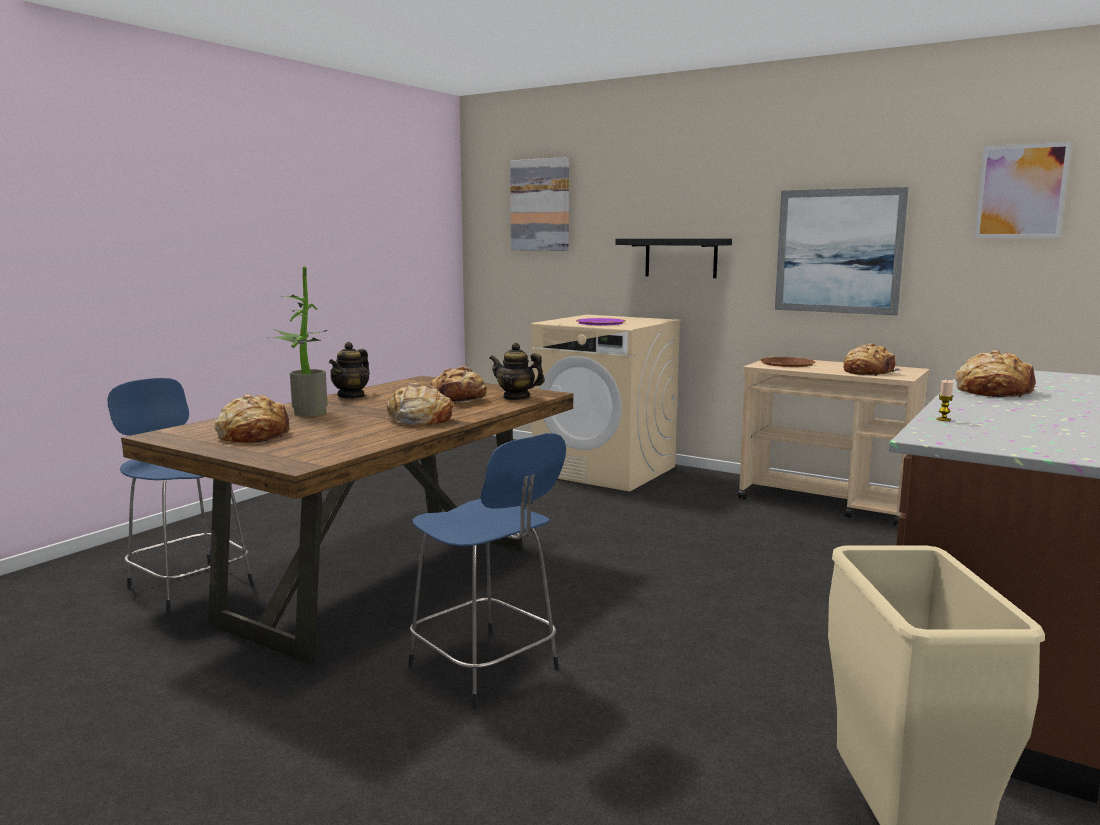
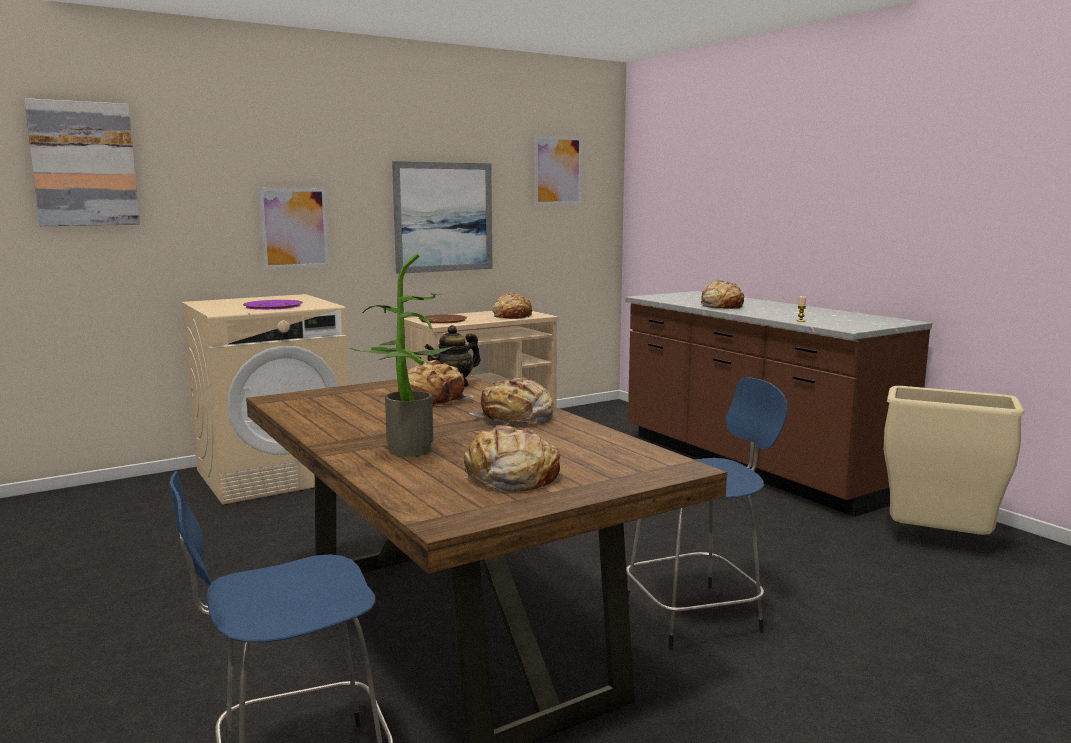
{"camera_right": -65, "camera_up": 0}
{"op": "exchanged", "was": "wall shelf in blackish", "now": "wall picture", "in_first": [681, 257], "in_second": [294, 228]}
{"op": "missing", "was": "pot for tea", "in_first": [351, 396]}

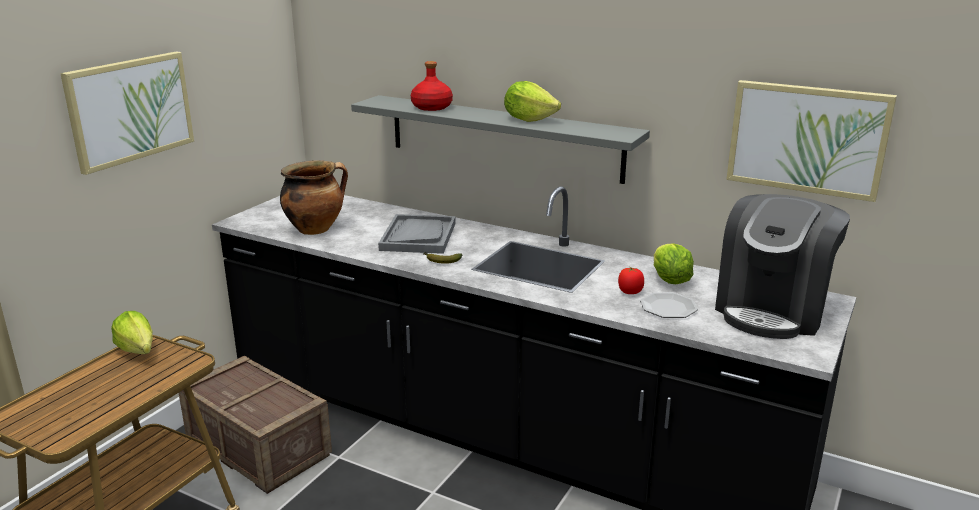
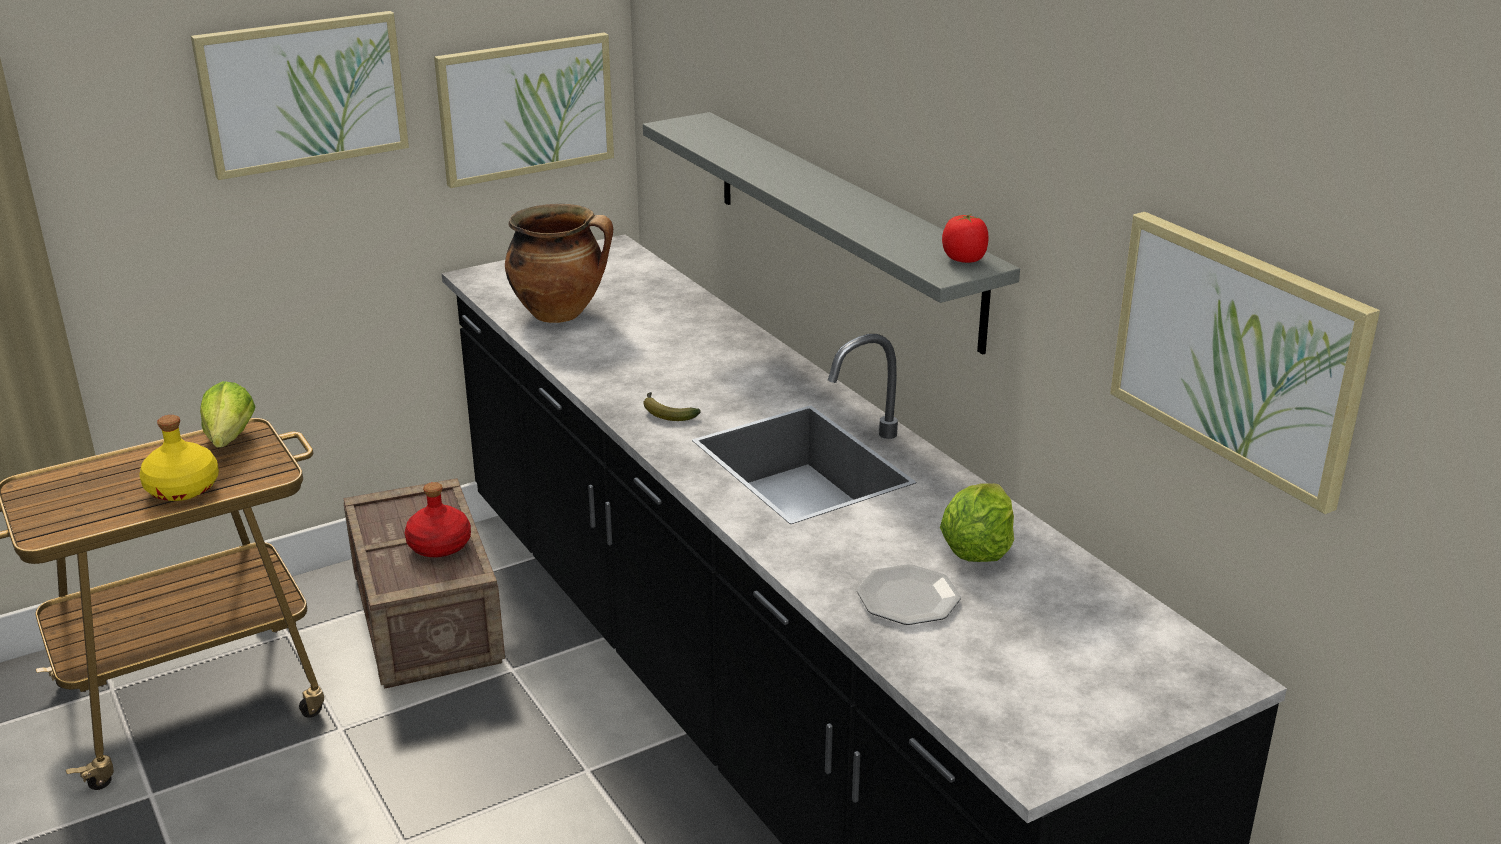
{"camera_right": 30, "camera_up": 5}
{"op": "relocated", "was": "beverage bottle in red", "in_first": [431, 107], "in_second": [438, 546]}
{"op": "missing", "was": "lettuce head", "in_first": [529, 119]}
{"op": "missing", "was": "coffee maker", "in_first": [772, 310]}
{"op": "missing", "was": "tray in gray", "in_first": [418, 236]}
{"op": "relocated", "was": "whole tomato", "in_first": [630, 292], "in_second": [964, 259]}
{"op": "appeared", "now": "wall picture", "in_second": [525, 108]}
{"op": "appeared", "now": "beverage bottle in yellow", "in_second": [182, 489]}

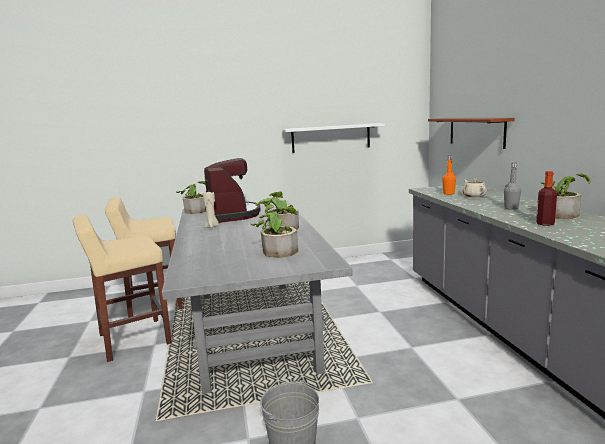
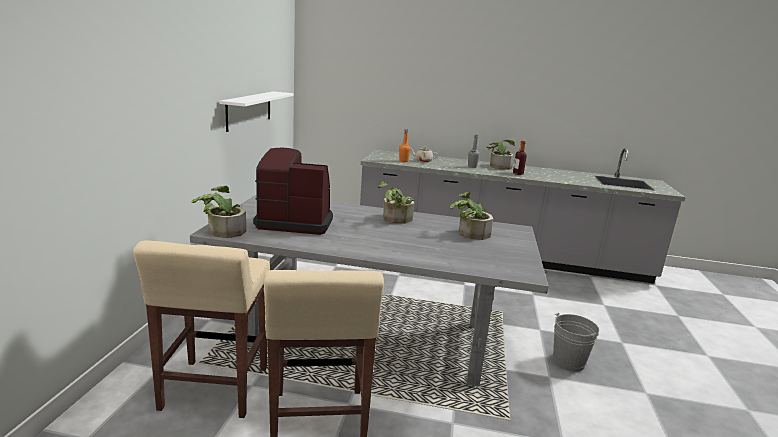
{"camera_right": -70, "camera_up": 5}
{"op": "missing", "was": "wall shelf in brown", "in_first": [476, 131]}
{"op": "missing", "was": "wax light in beige-coloured", "in_first": [212, 227]}

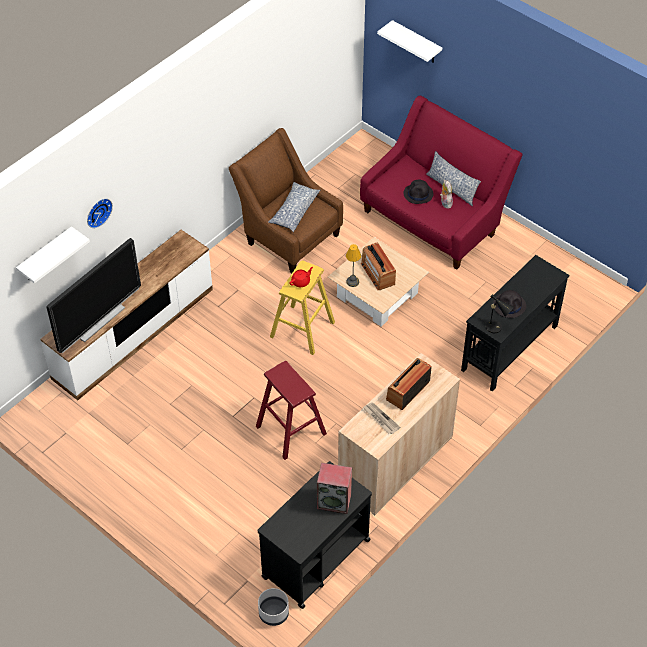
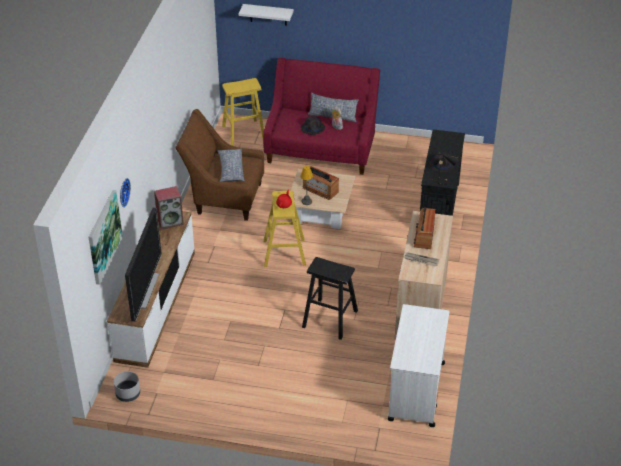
{"camera_right": -30, "camera_up": -10}
{"op": "exchanged", "was": "wall shelf in whitish", "now": "wall picture", "in_first": [46, 255], "in_second": [103, 236]}
{"op": "colour", "was": "stool in red", "now": "stool in blackish", "in_first": [291, 430], "in_second": [330, 319]}
{"op": "colour", "was": "trolley in blackish", "now": "trolley in whitish", "in_first": [315, 559], "in_second": [416, 392]}
{"op": "relocated", "was": "speaker", "in_first": [334, 501], "in_second": [170, 221]}
{"op": "relocated", "was": "flower pot in gray", "in_first": [274, 613], "in_second": [128, 394]}
{"op": "appeared", "now": "stool in yellow", "in_second": [243, 133]}

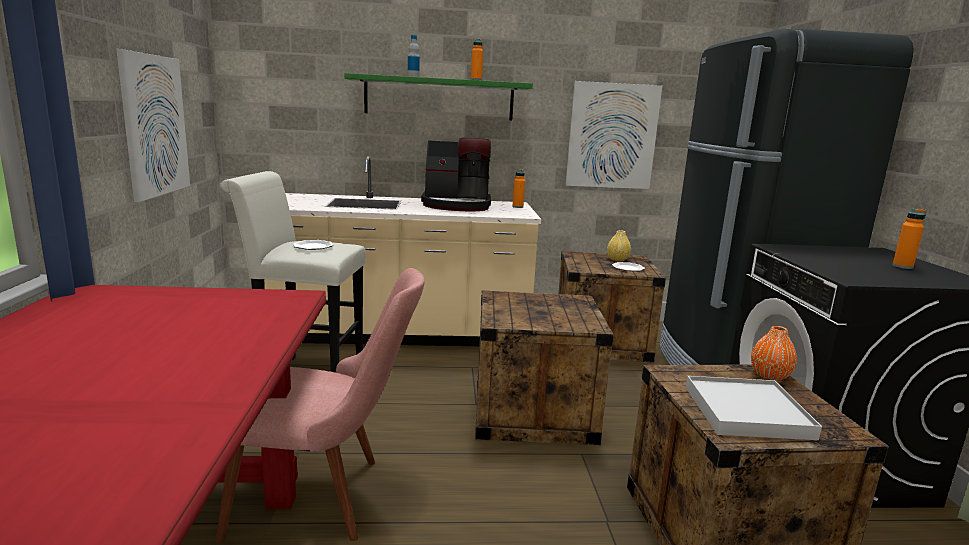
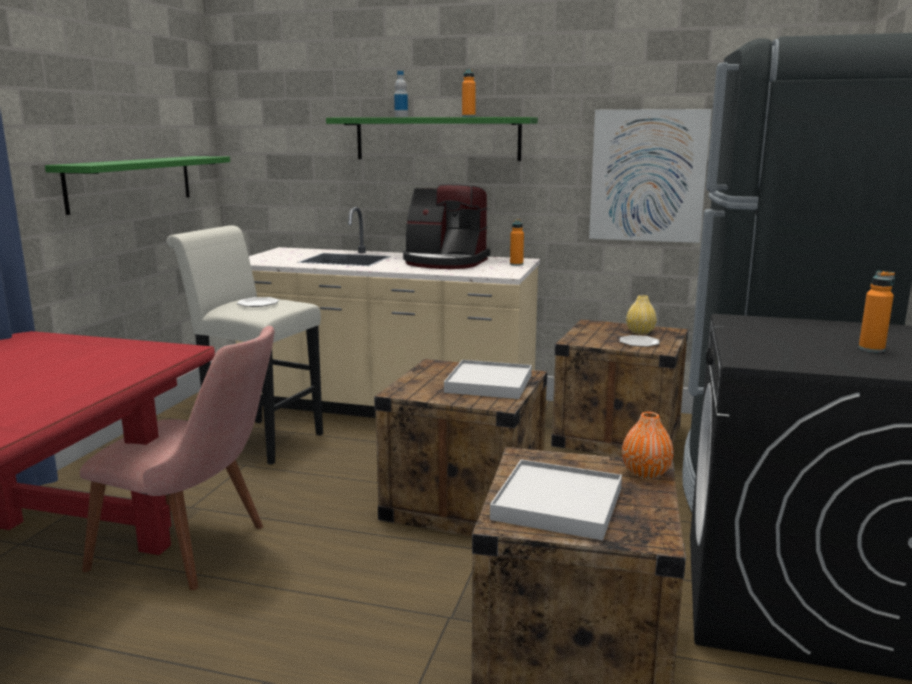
{"camera_right": 20, "camera_up": 0}
{"op": "exchanged", "was": "wall picture", "now": "wall shelf in greenish", "in_first": [155, 126], "in_second": [131, 182]}
{"op": "appeared", "now": "tray in whitish", "in_second": [488, 384]}

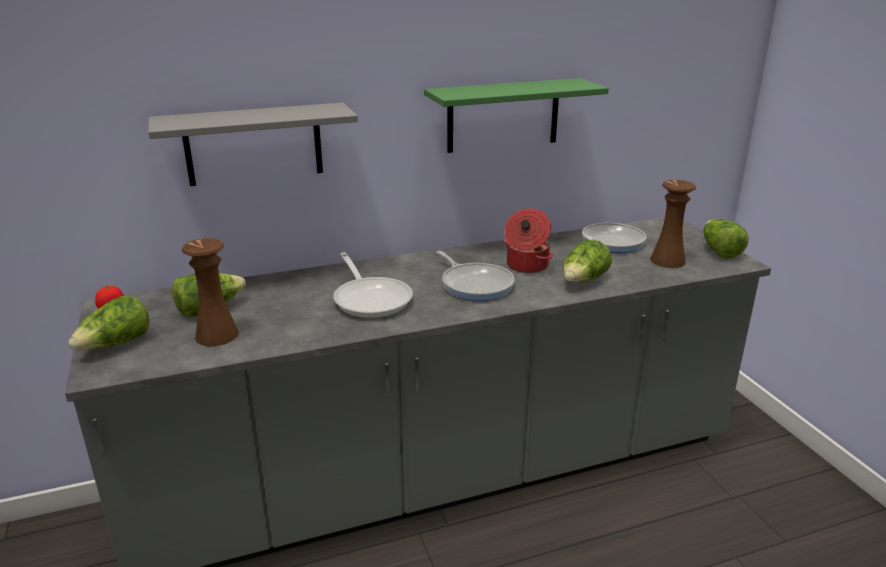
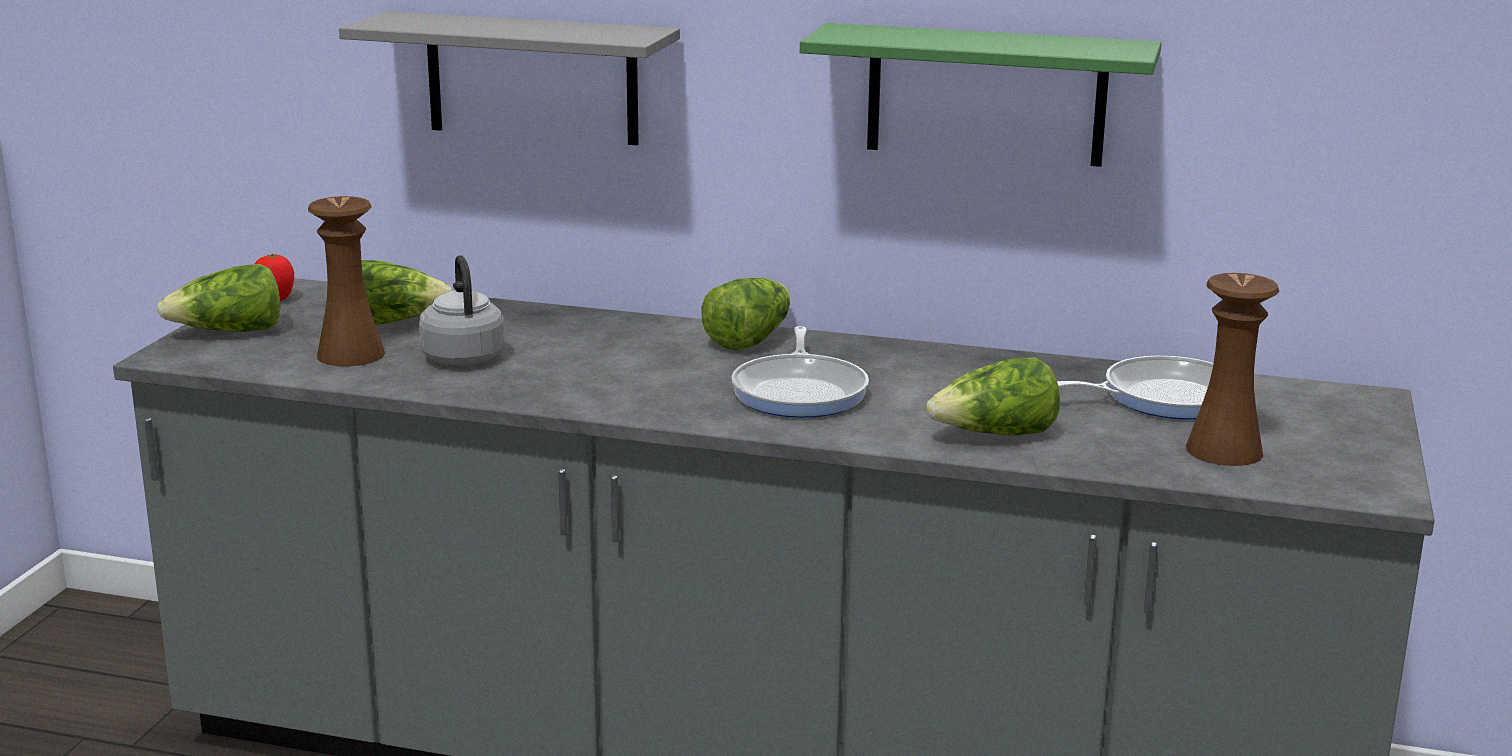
{"camera_right": 35, "camera_up": -5}
{"op": "missing", "was": "stockpot", "in_first": [526, 266]}
{"op": "relocated", "was": "lettuce head", "in_first": [719, 251], "in_second": [748, 339]}
{"op": "missing", "was": "frying pan", "in_first": [371, 299]}
{"op": "appeared", "now": "kettle in gray", "in_second": [462, 356]}

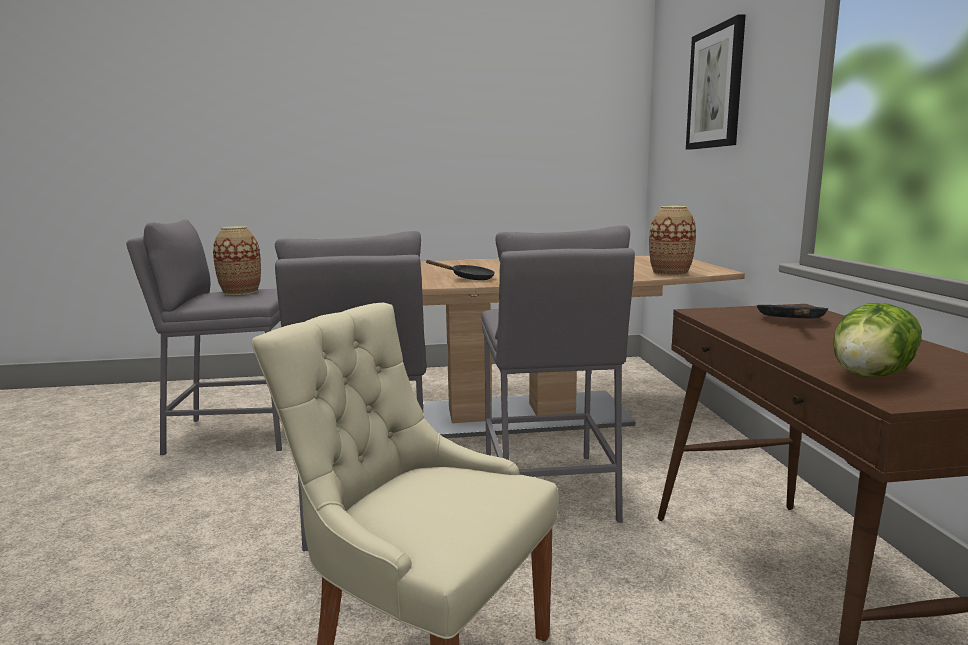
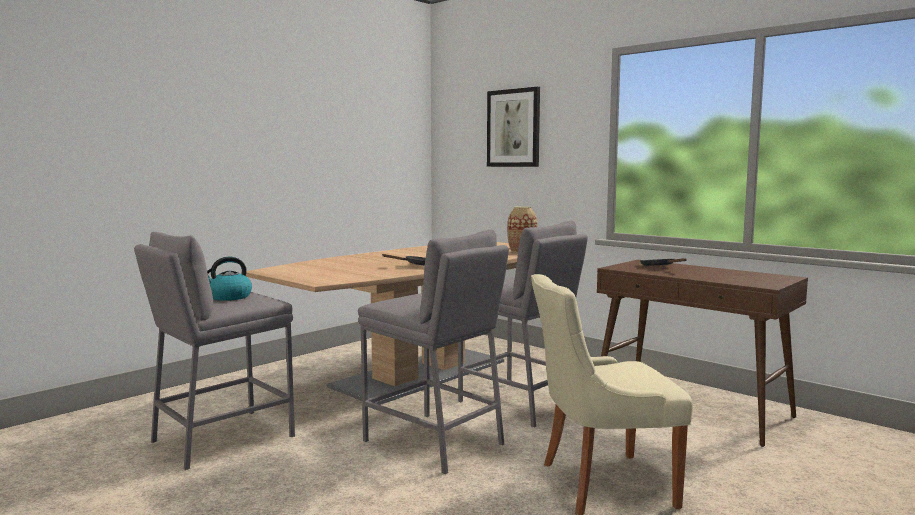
{"camera_right": -40, "camera_up": -5}
{"op": "exchanged", "was": "vase", "now": "kettle", "in_first": [240, 292], "in_second": [229, 297]}
{"op": "missing", "was": "lettuce head", "in_first": [872, 375]}

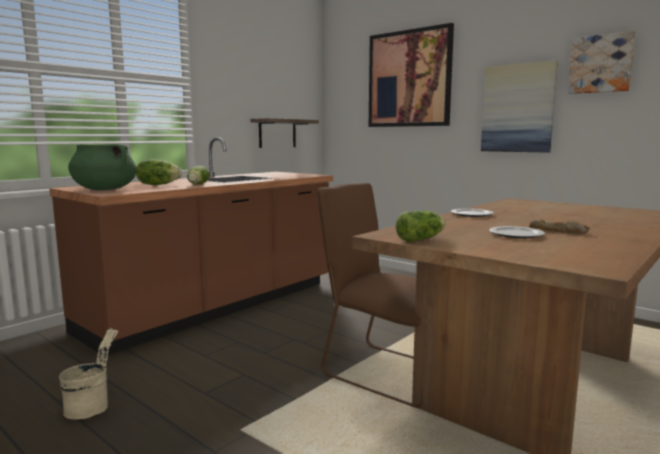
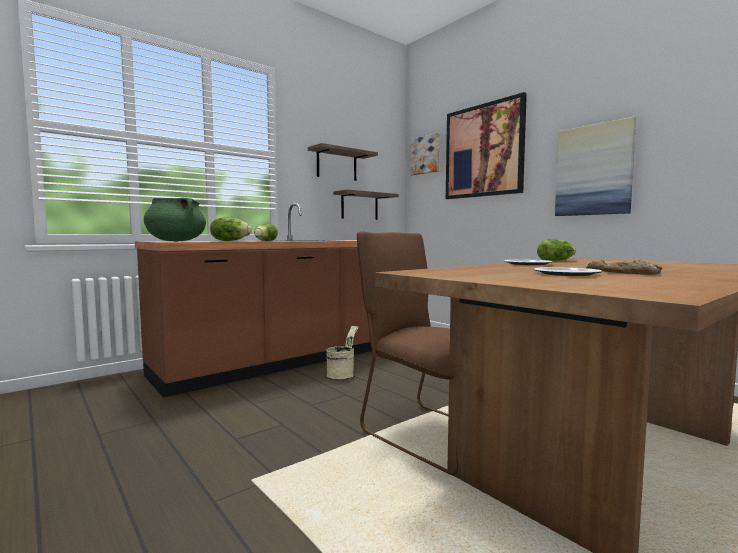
{"camera_right": 10, "camera_up": -5}
{"op": "relocated", "was": "wall picture", "in_first": [601, 64], "in_second": [426, 155]}
{"op": "relocated", "was": "lettuce head", "in_first": [422, 239], "in_second": [557, 261]}
{"op": "relocated", "was": "water bucket in beige-coloured", "in_first": [92, 405], "in_second": [342, 374]}
{"op": "appeared", "now": "wall shelf", "in_second": [336, 165]}

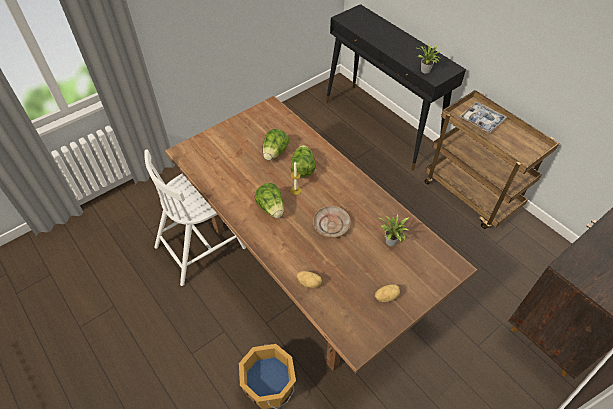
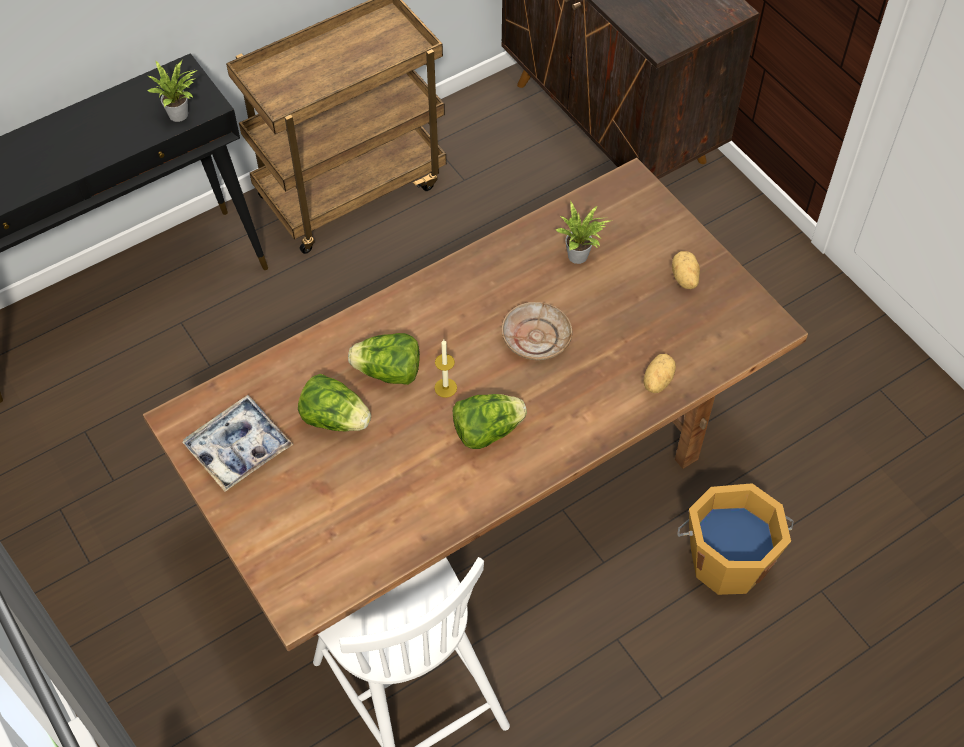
{"camera_right": -85, "camera_up": 5}
{"op": "relocated", "was": "tray", "in_first": [481, 120], "in_second": [239, 448]}

